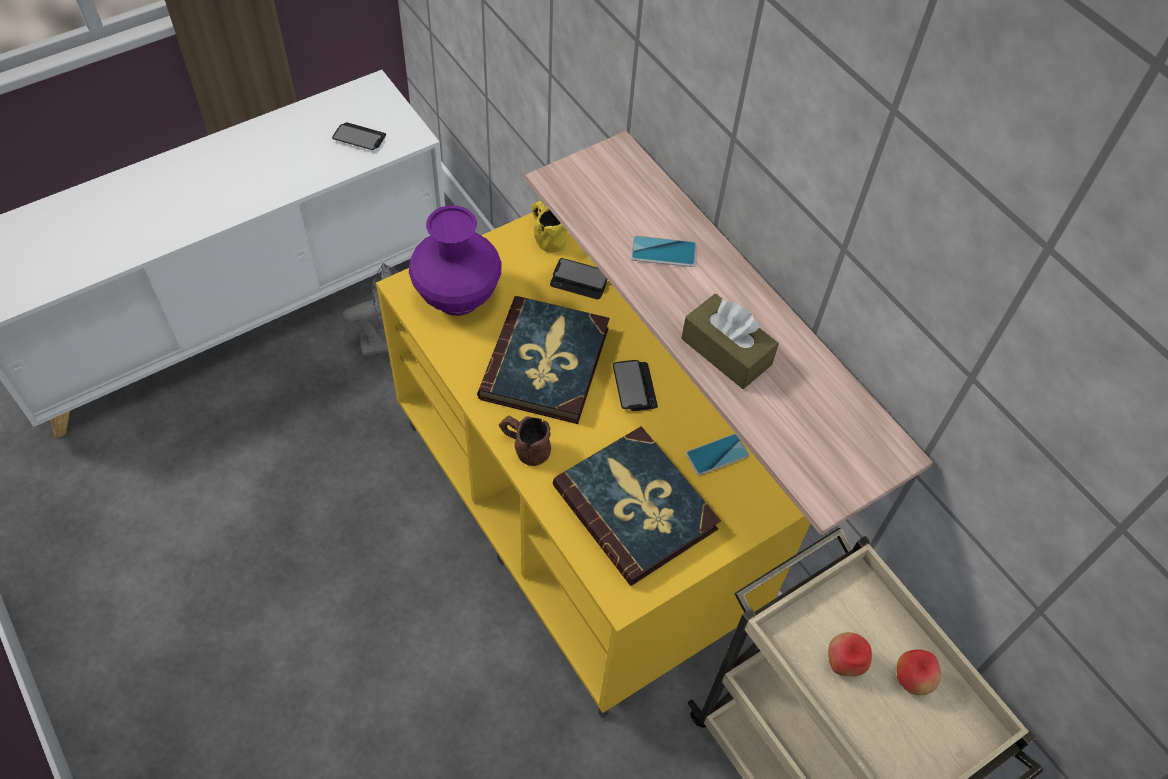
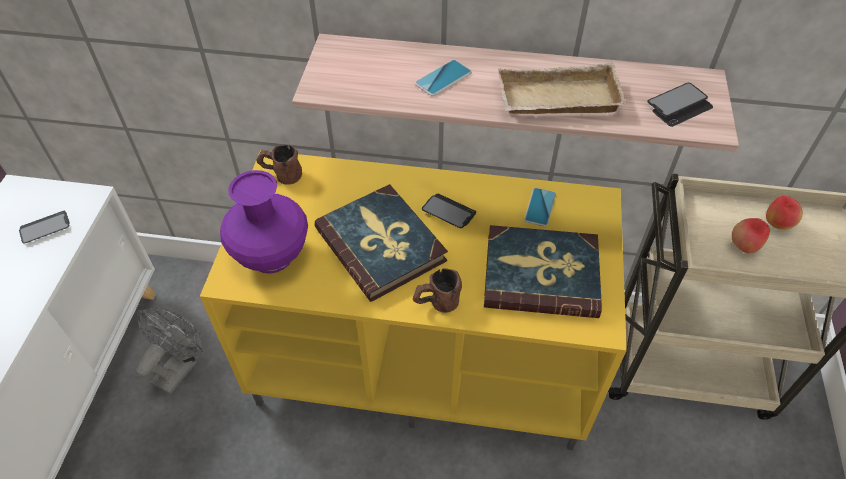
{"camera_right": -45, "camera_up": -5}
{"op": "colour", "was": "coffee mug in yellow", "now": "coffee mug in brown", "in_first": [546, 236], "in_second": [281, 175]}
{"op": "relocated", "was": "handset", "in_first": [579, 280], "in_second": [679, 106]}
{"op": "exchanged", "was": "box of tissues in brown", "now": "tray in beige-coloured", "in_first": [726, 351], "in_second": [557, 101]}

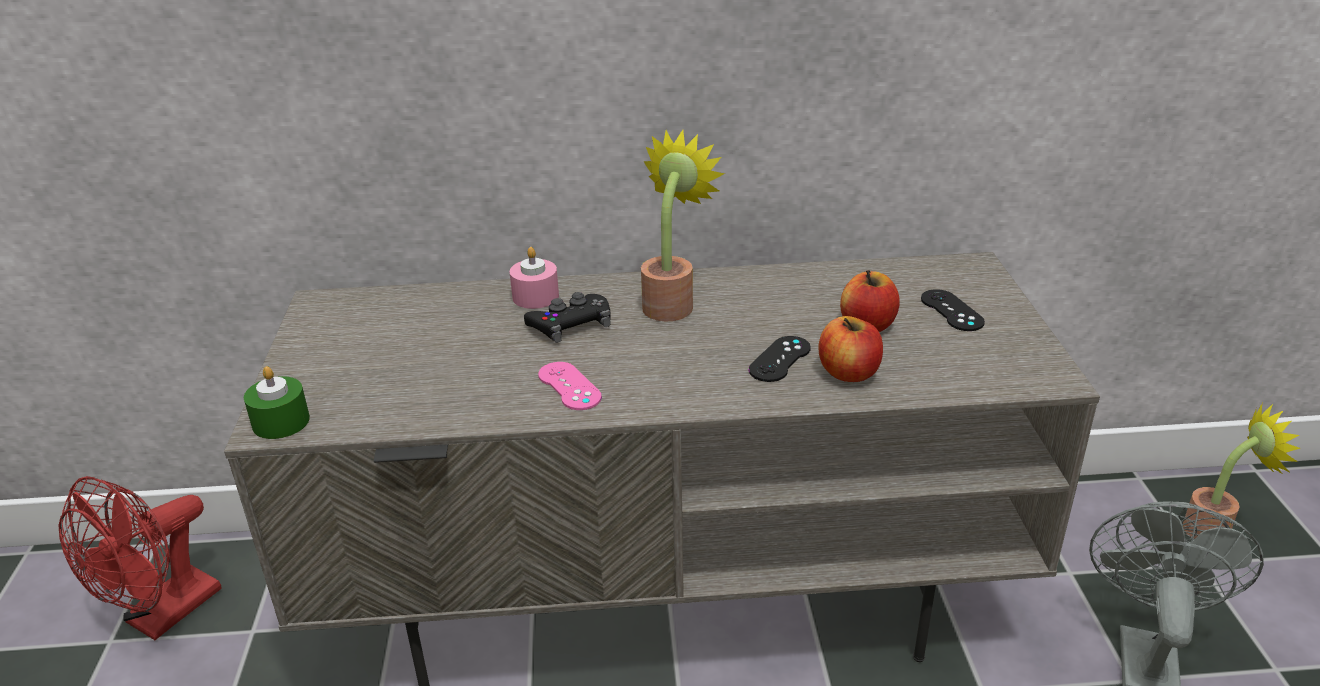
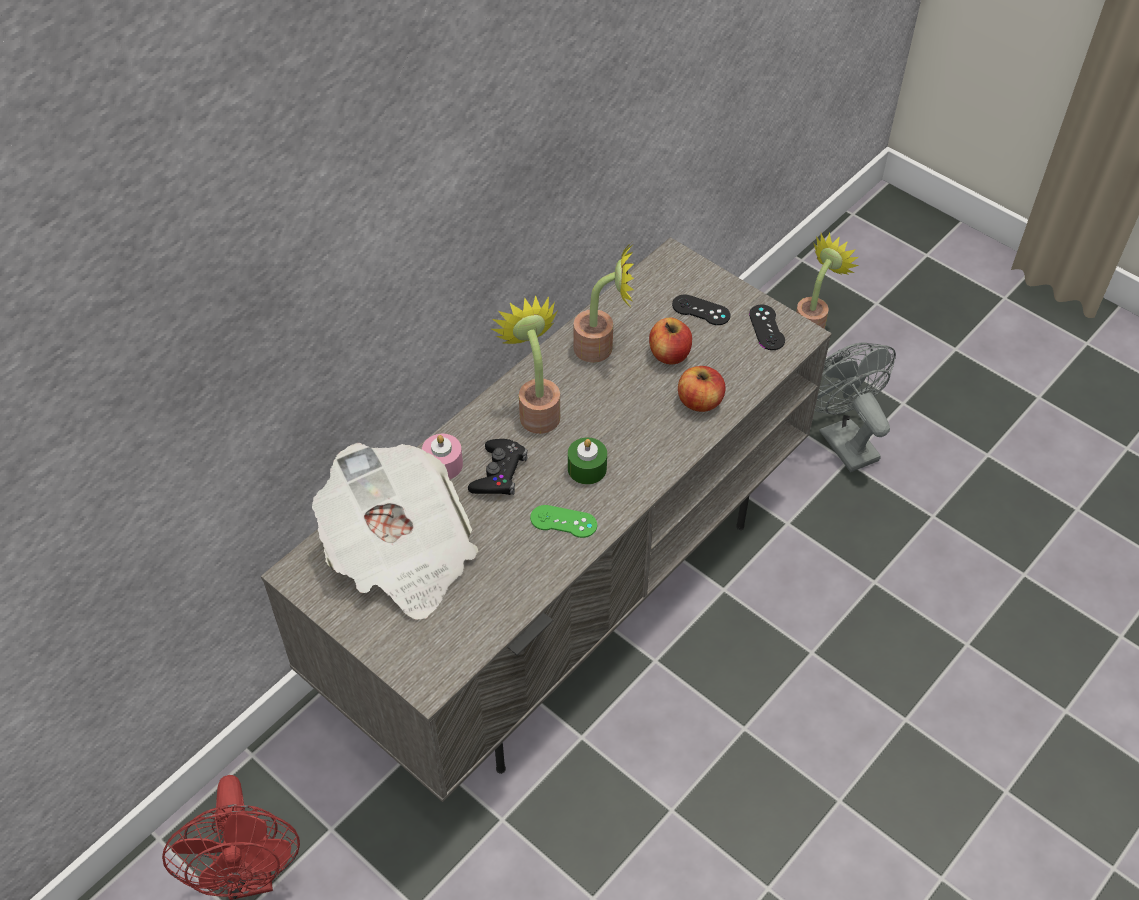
{"camera_right": -45, "camera_up": 20}
{"op": "relocated", "was": "joypad in blackish", "in_first": [780, 359], "in_second": [766, 327]}
{"op": "colour", "was": "joypad in pink-coloured", "now": "joypad in greenish", "in_first": [569, 386], "in_second": [563, 521]}
{"op": "relocated", "was": "wax light in greenish", "in_first": [281, 422], "in_second": [587, 468]}
{"op": "appeared", "now": "houseplant", "in_second": [601, 348]}
{"op": "appeared", "now": "daily paper", "in_second": [400, 553]}

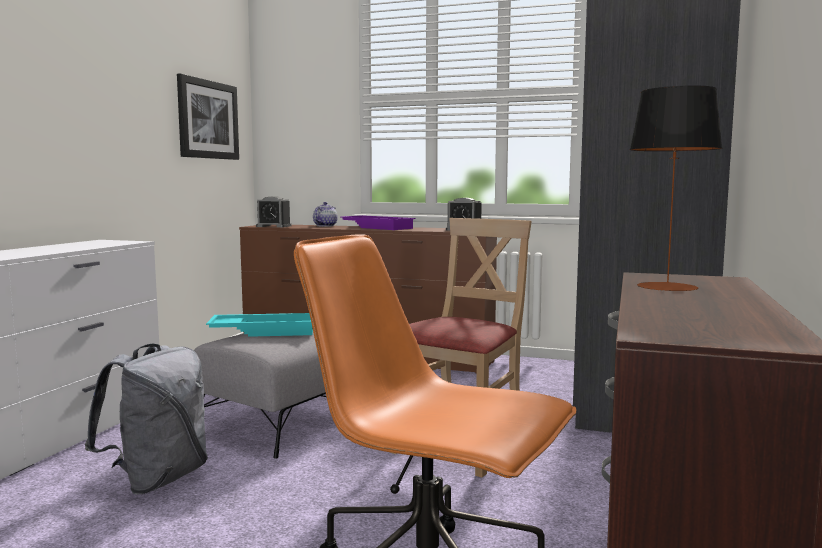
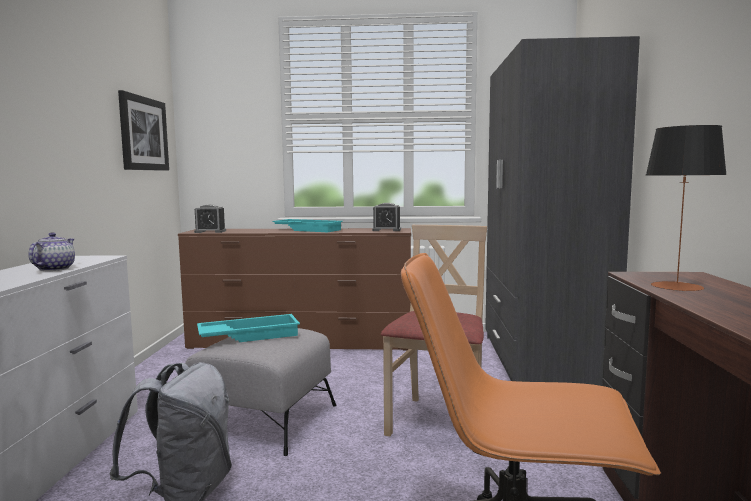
{"camera_right": -15, "camera_up": 0}
{"op": "relocated", "was": "pot for tea", "in_first": [325, 226], "in_second": [55, 269]}
{"op": "colour", "was": "tray in purple-coloured", "now": "tray in turquoise-coloured", "in_first": [378, 227], "in_second": [308, 229]}

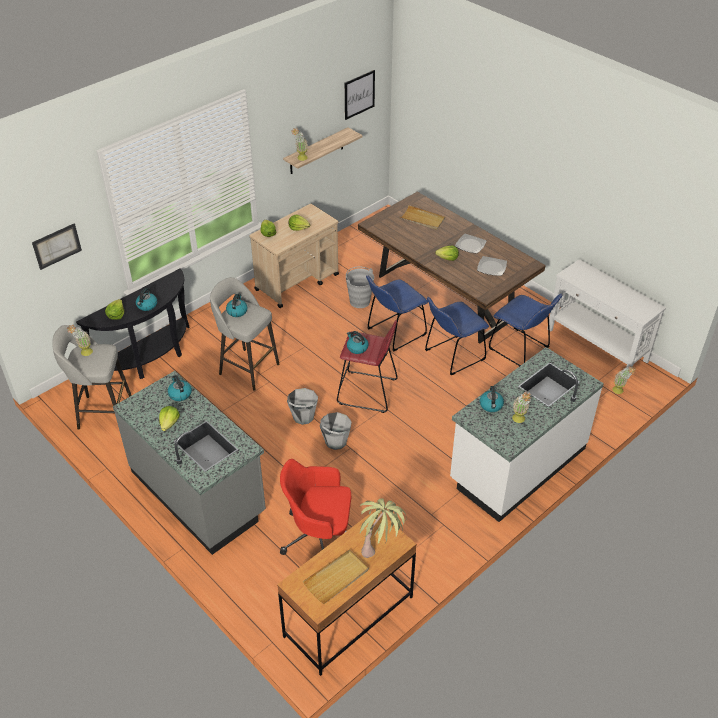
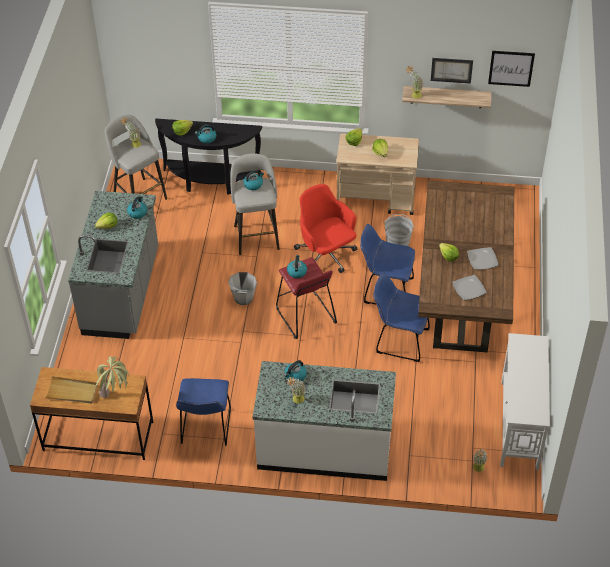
{"camera_right": 50, "camera_up": 5}
{"op": "missing", "was": "tray in beige-coloured", "in_first": [422, 219]}
{"op": "relocated", "was": "wall picture", "in_first": [57, 246], "in_second": [451, 70]}
{"op": "relocated", "was": "upright chair in blue", "in_first": [521, 349], "in_second": [205, 429]}
{"op": "missing", "was": "water bucket in gray", "in_first": [335, 441]}
{"op": "relocated", "was": "desk chair in red", "in_first": [319, 536], "in_second": [326, 256]}

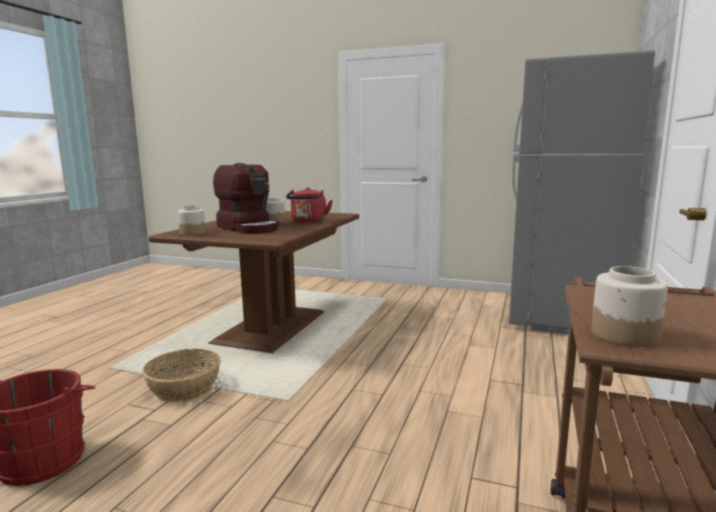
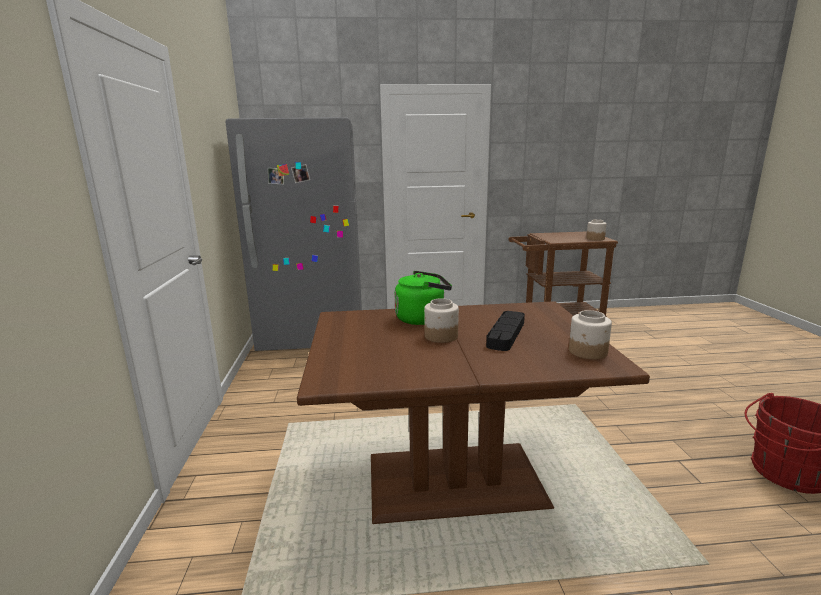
{"camera_right": -115, "camera_up": 5}
{"op": "exchanged", "was": "coffee maker", "now": "tray in blackish", "in_first": [249, 228], "in_second": [506, 334]}
{"op": "colour", "was": "kettle in red", "now": "kettle in greenish", "in_first": [308, 222], "in_second": [423, 318]}
{"op": "missing", "was": "basket", "in_first": [184, 388]}

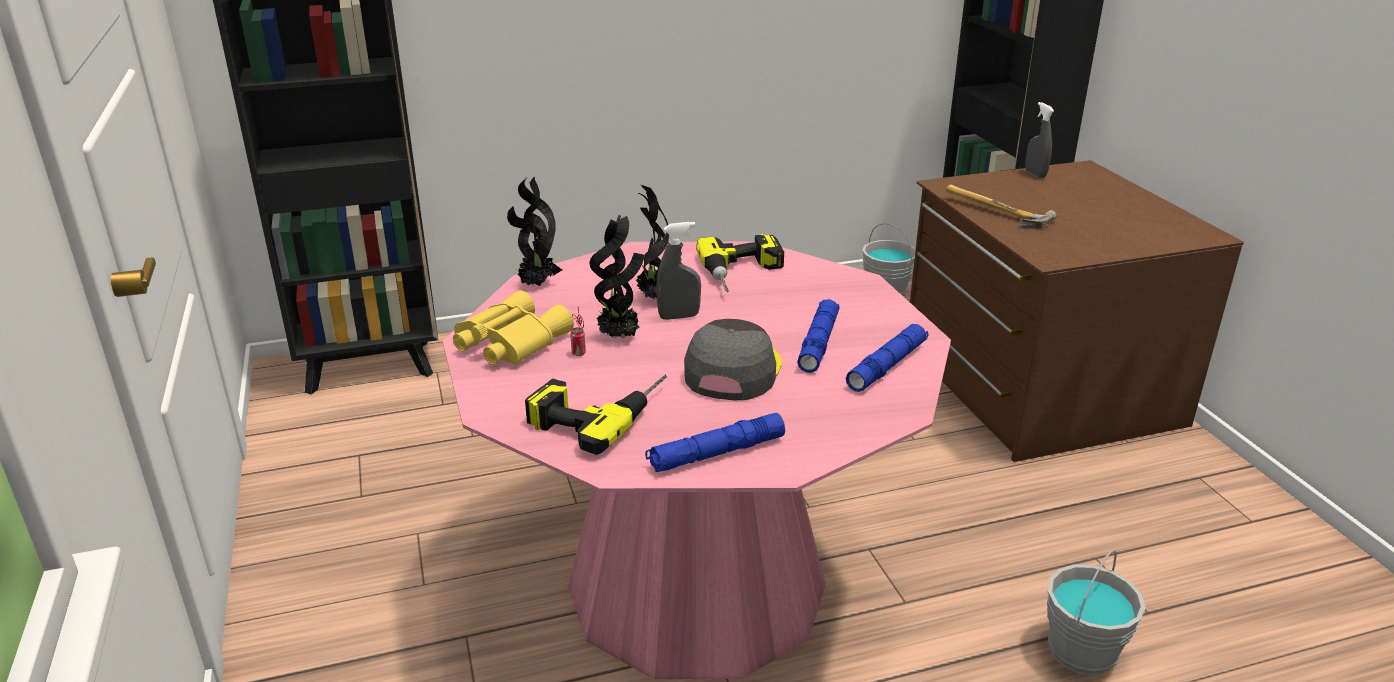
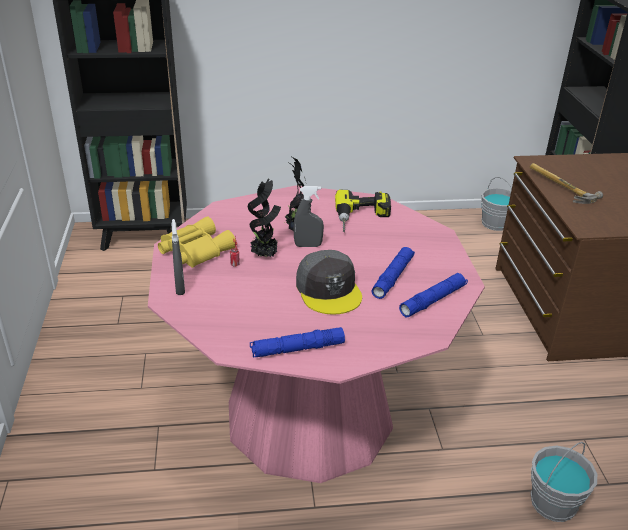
{"camera_right": 10, "camera_up": 5}
{"op": "relocated", "was": "spray bottle in gray", "in_first": [1035, 174], "in_second": [180, 288]}
{"op": "missing", "was": "houseplant", "in_first": [537, 284]}
{"op": "spun", "was": "peaked cap in gray", "in_first": [732, 370], "in_second": [329, 290], "clockwise": 135}
{"op": "missing", "was": "drill", "in_first": [598, 411]}

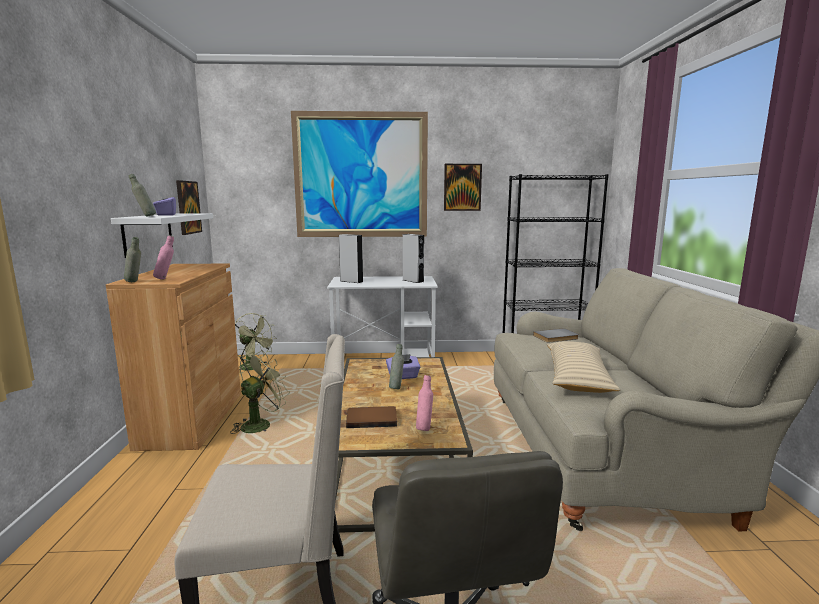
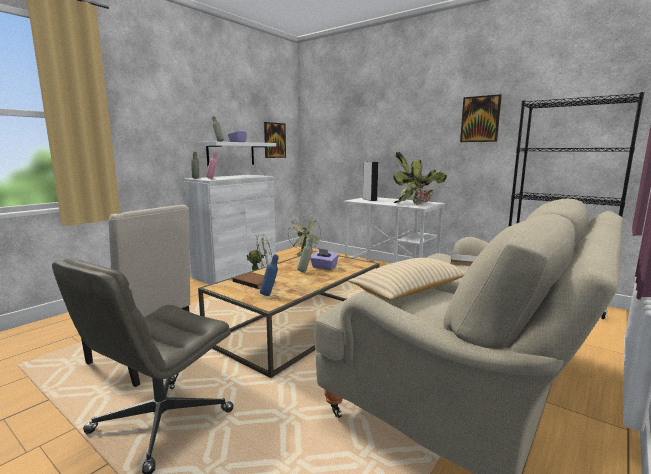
{"camera_right": 40, "camera_up": 0}
{"op": "missing", "was": "wall picture", "in_first": [361, 175]}
{"op": "exchanged", "was": "speaker in gray", "now": "houseplant", "in_first": [413, 281], "in_second": [416, 204]}
{"op": "colour", "was": "storage cabinet in brown", "now": "storage cabinet in whitish", "in_first": [192, 419], "in_second": [236, 272]}
{"op": "colour", "was": "beverage bottle in pink-coloured", "now": "beverage bottle in blue", "in_first": [424, 428], "in_second": [270, 294]}

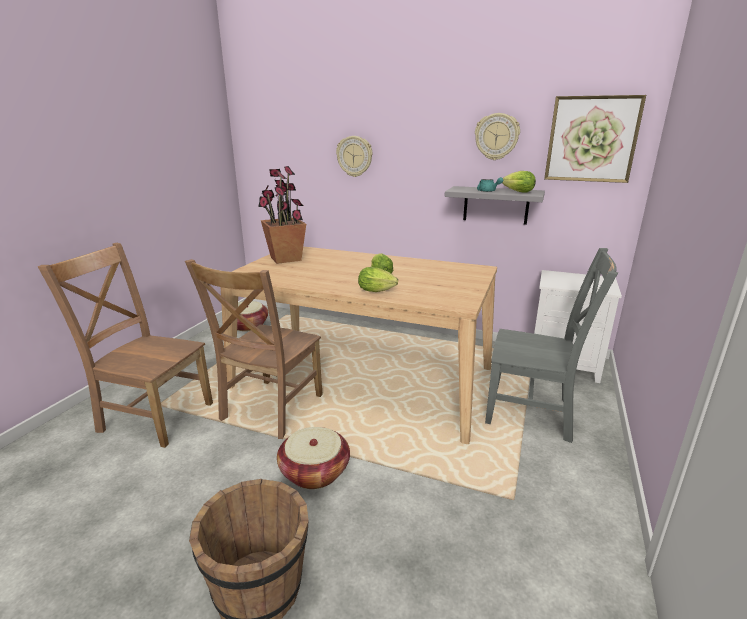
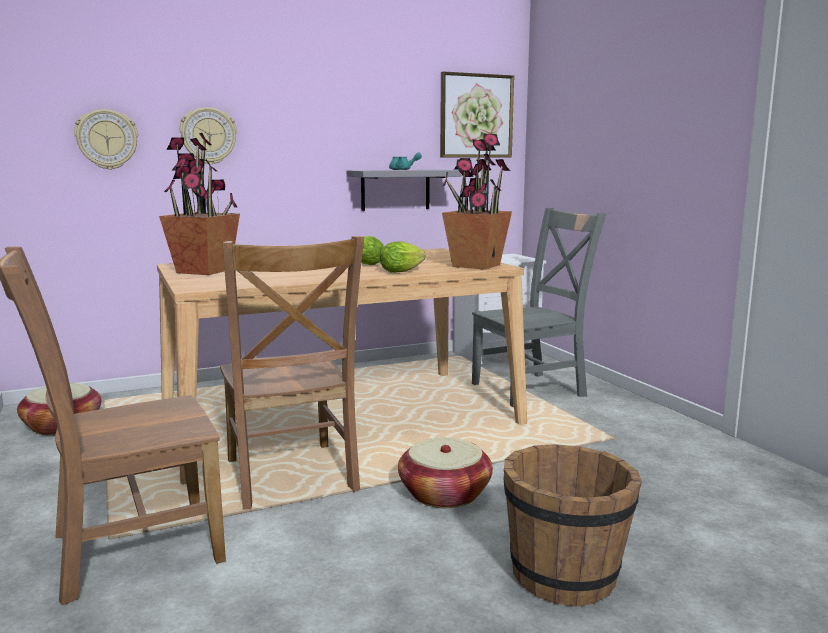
{"camera_right": -45, "camera_up": -10}
{"op": "relocated", "was": "wall clock", "in_first": [496, 136], "in_second": [107, 139]}
{"op": "missing", "was": "lettuce head", "in_first": [516, 192]}
{"op": "appeared", "now": "houseplant", "in_second": [475, 265]}

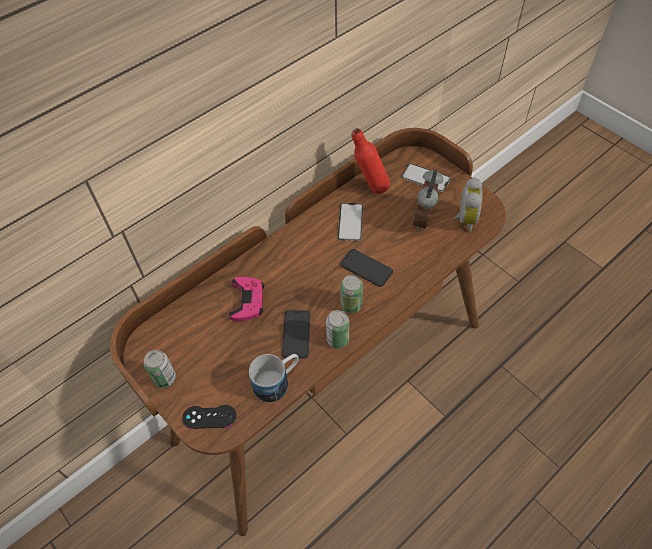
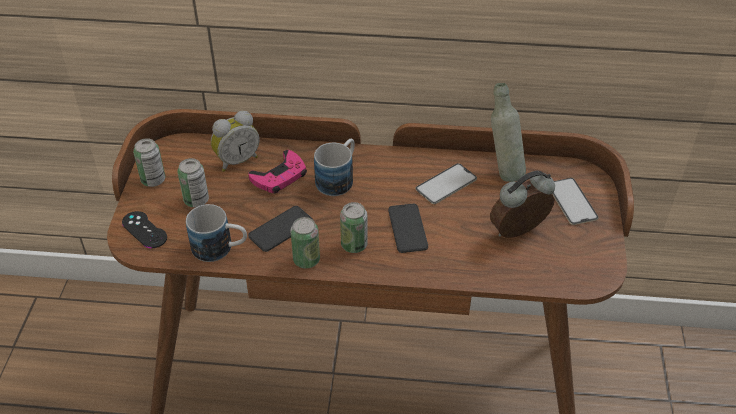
{"camera_right": 45, "camera_up": -10}
{"op": "colour", "was": "beverage bottle in red", "now": "beverage bottle in gray", "in_first": [370, 188], "in_second": [503, 172]}
{"op": "relocated", "was": "table clock", "in_first": [464, 219], "in_second": [236, 160]}
{"op": "appeared", "now": "coffee mug", "in_second": [339, 178]}
{"op": "appeared", "now": "metal can", "in_second": [196, 200]}

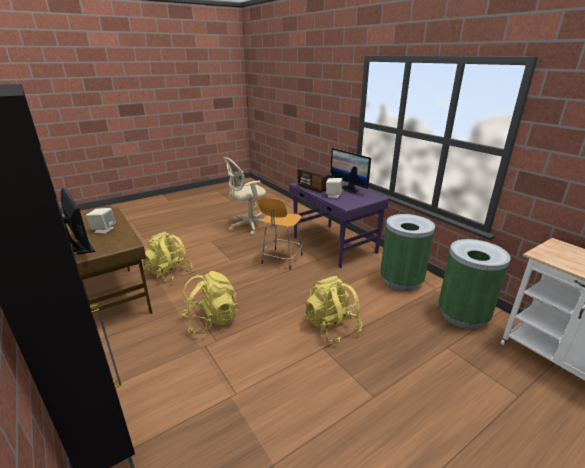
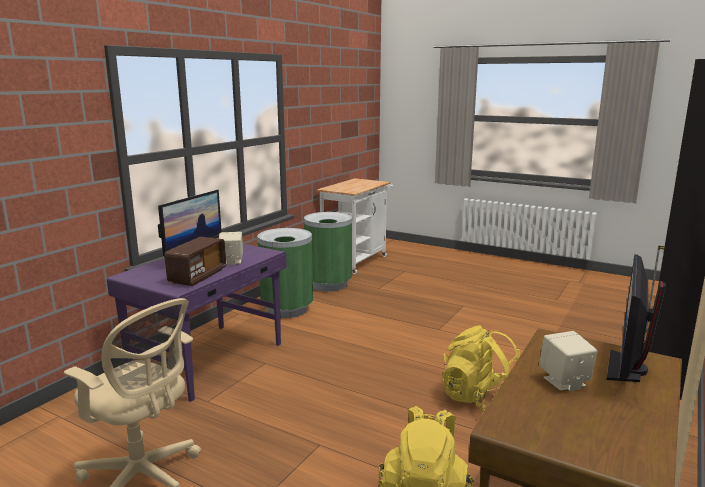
{"camera_right": -115, "camera_up": -10}
{"op": "missing", "was": "stool in orange-coloured", "in_first": [281, 260]}
{"op": "missing", "was": "rucksack in yellow", "in_first": [332, 327]}

